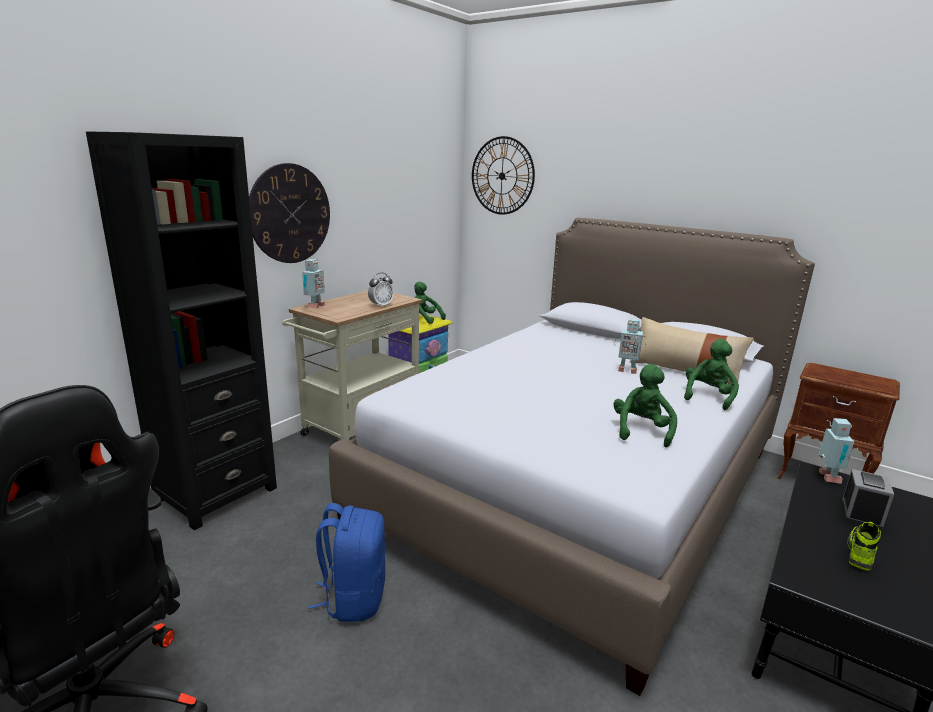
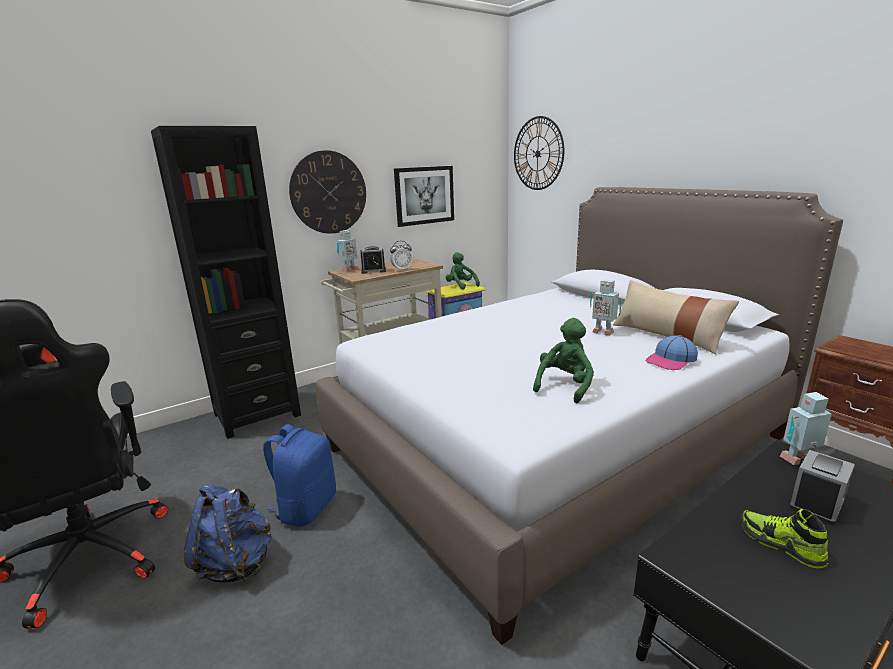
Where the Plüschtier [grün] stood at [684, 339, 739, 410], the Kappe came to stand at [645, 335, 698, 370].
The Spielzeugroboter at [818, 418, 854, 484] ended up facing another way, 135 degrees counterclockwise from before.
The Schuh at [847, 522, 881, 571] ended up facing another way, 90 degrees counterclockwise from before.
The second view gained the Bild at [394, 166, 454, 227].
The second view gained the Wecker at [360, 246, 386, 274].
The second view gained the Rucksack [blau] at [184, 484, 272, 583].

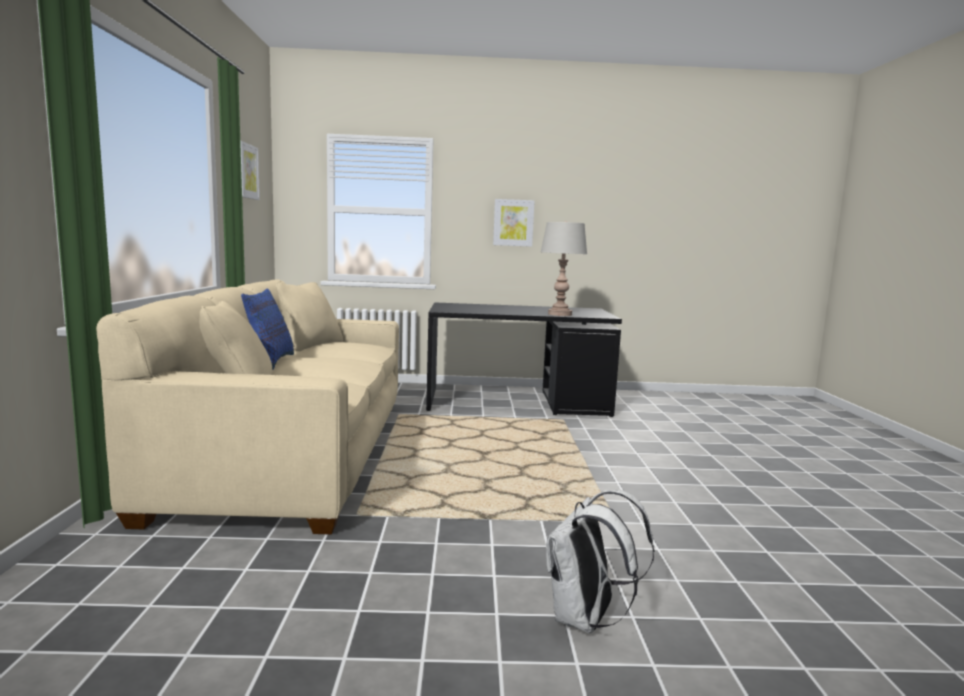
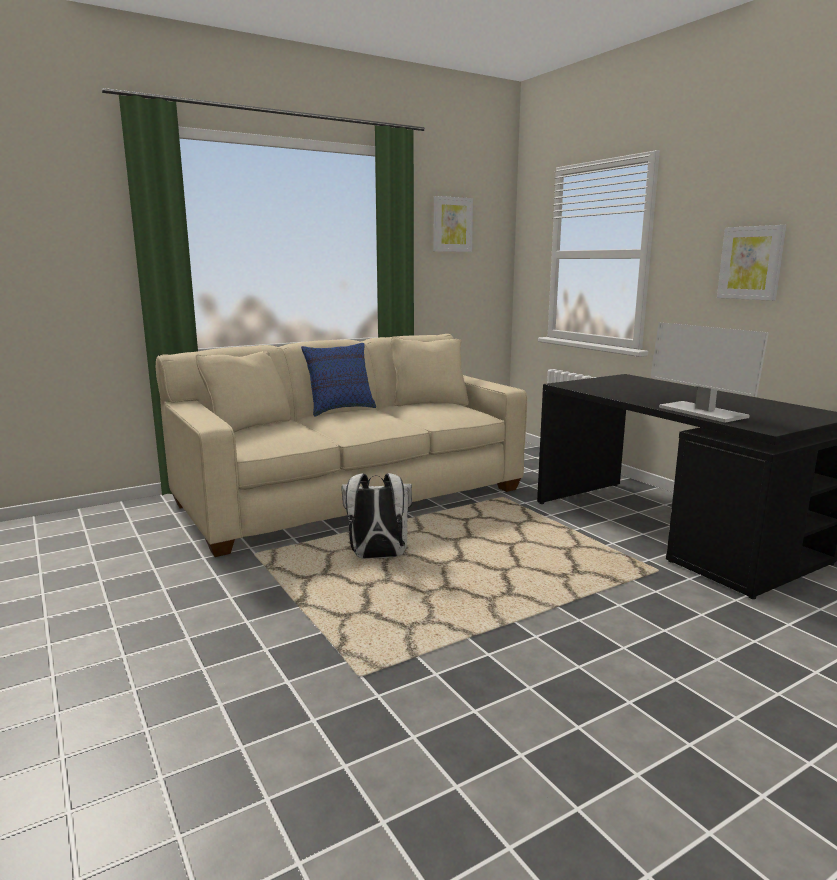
Where the Tischlampe [grau] stood at [541, 221, 587, 316], the Monitor came to stand at [650, 322, 769, 422].
The Rucksack [weiß] ended up elsewhere, having gone from [546, 490, 654, 633] to [341, 473, 412, 559].

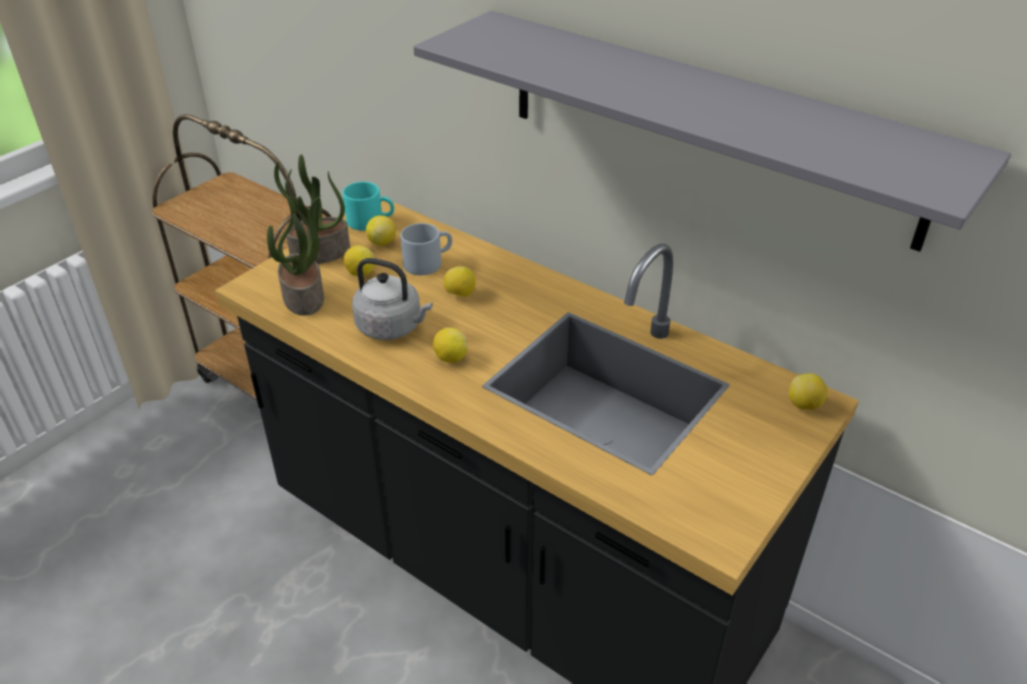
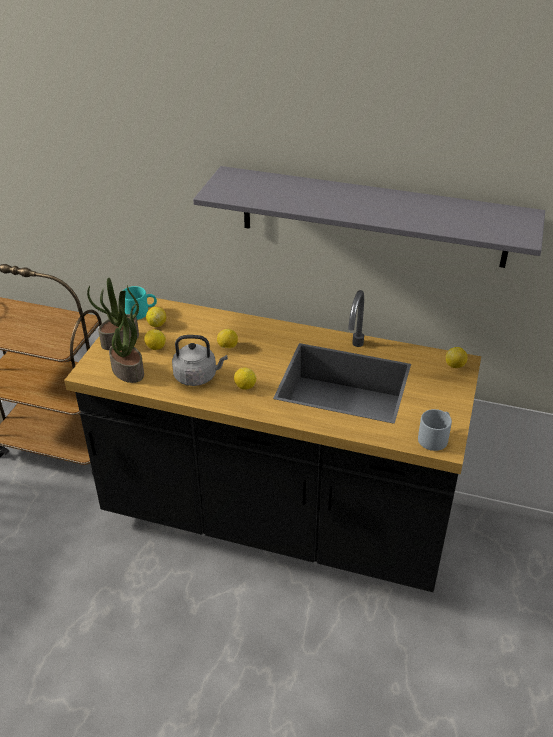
The Henkelbecher [grau] ended up elsewhere, having gone from [400, 223, 452, 276] to [418, 409, 452, 451].

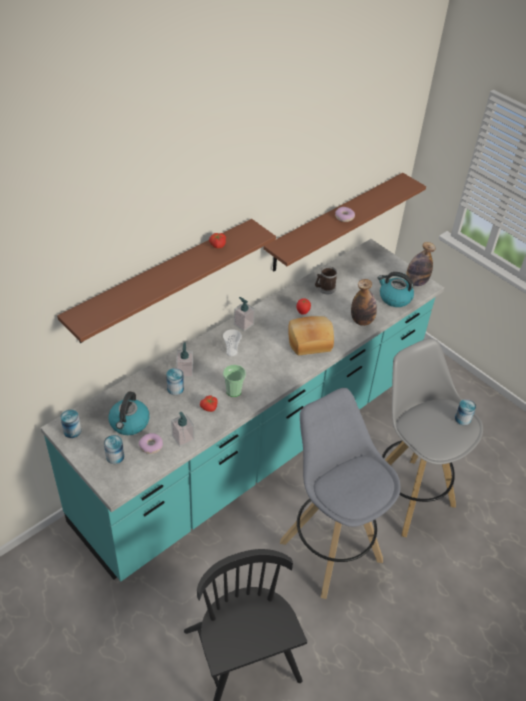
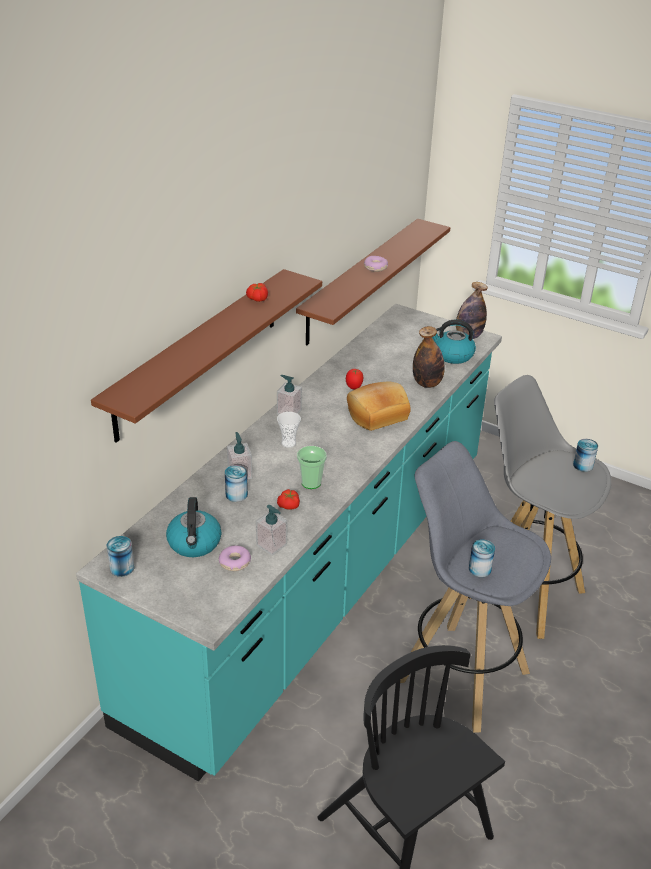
The second view lost the Henkelbecher at [315, 266, 337, 294].
The Dose ended up elsewhere, having gone from [104, 435, 124, 464] to [469, 539, 495, 577].

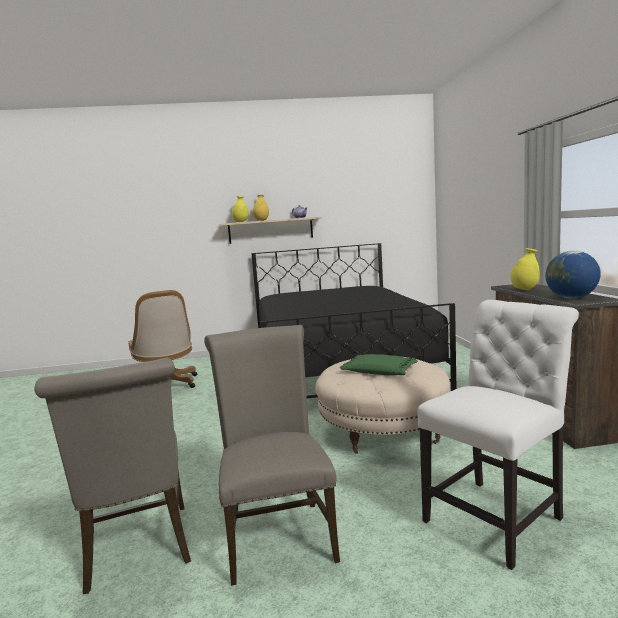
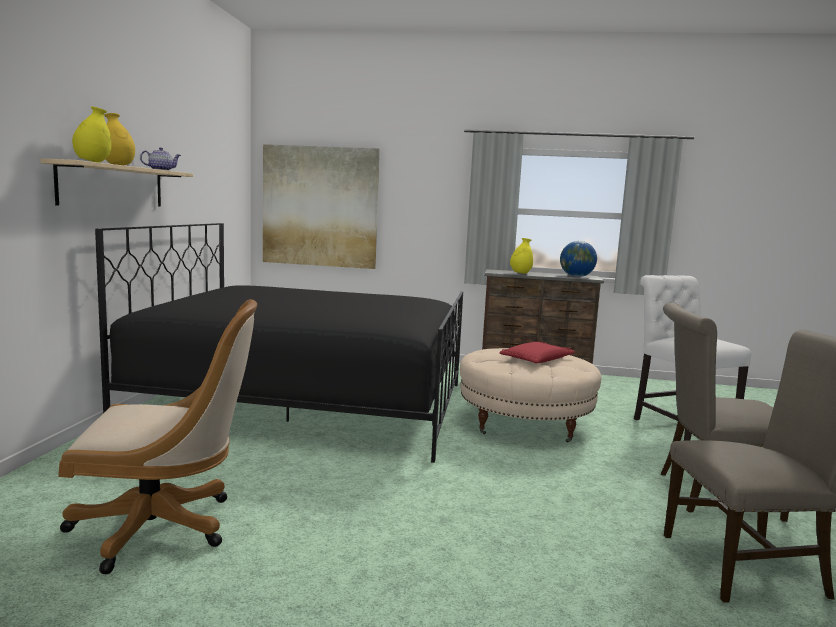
What was the Kissen [grün] at [340, 354, 418, 376] turned into the Kissen [rot] at [499, 340, 575, 363].
The second view gained the Bild at [263, 144, 380, 269].

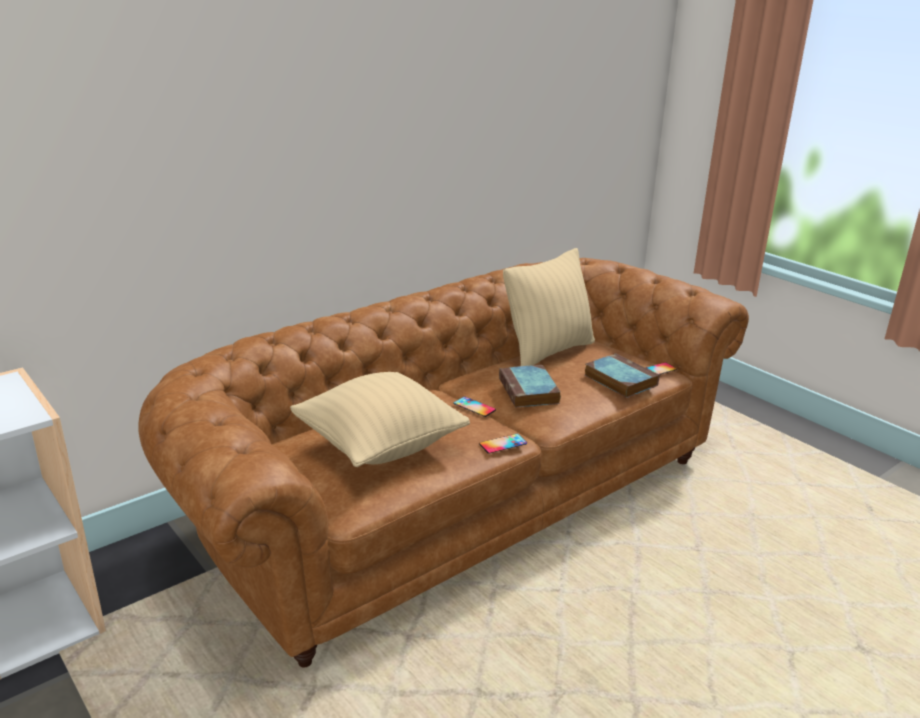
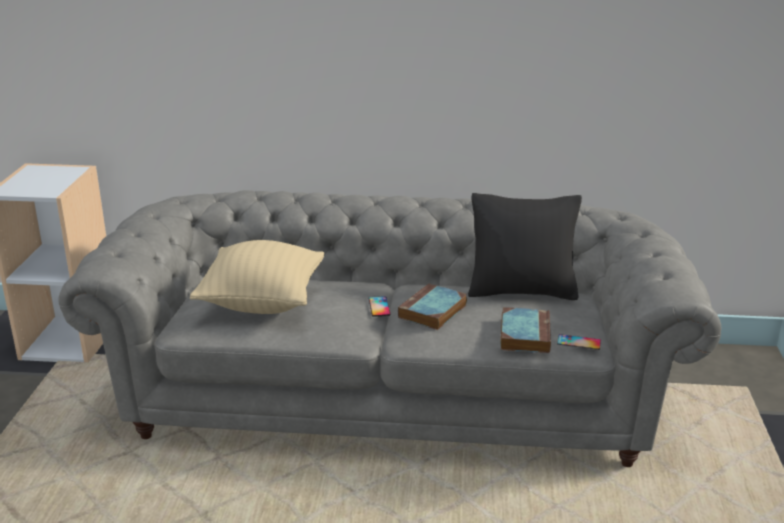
What was the Kissen [beige] at [503, 248, 595, 366] turned into the Kissen [schwarz] at [468, 193, 582, 300].
What was the Sofa [braun] at [138, 258, 749, 668] turned into the Sofa [grau] at [59, 190, 721, 467].
The second view lost the Handy at [479, 434, 527, 454].

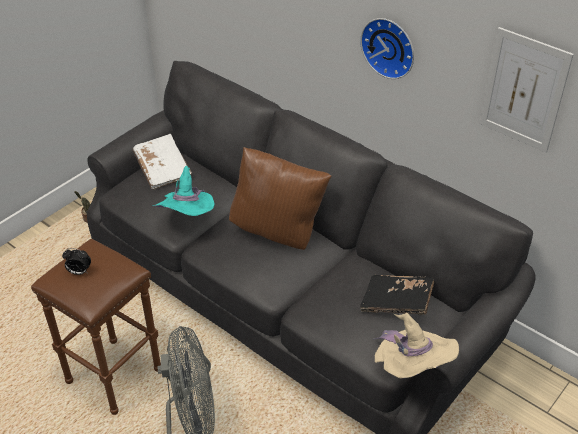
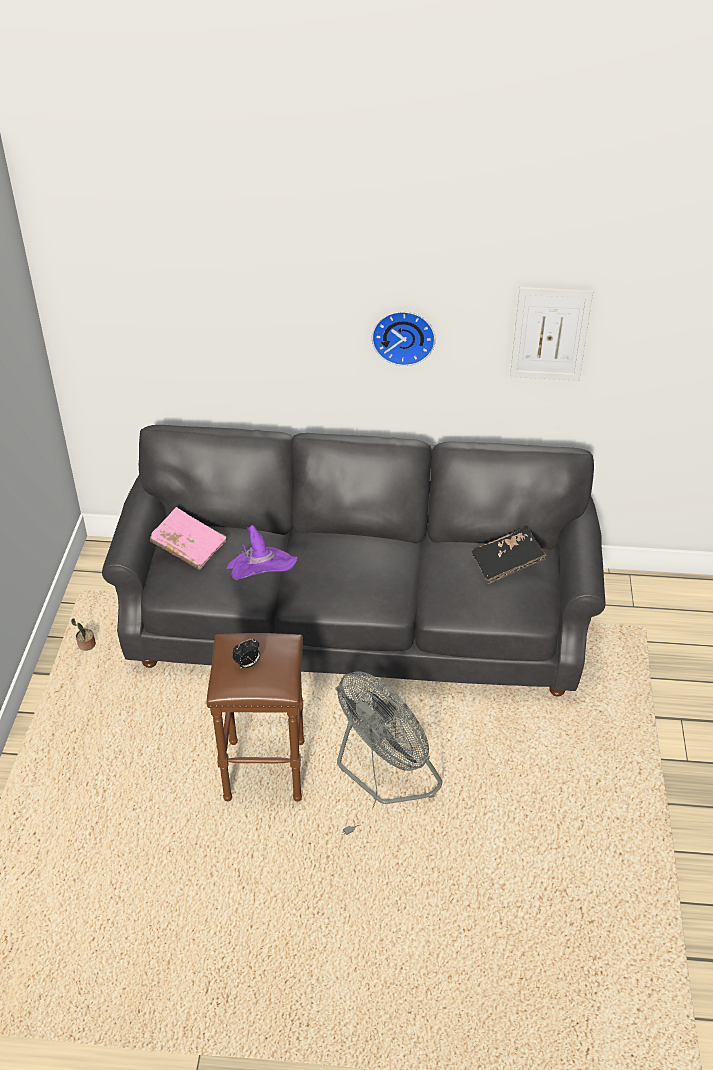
What was the Buch [weiß] at [133, 134, 192, 190] turned into the Buch [rosa] at [150, 507, 226, 570].
The second view lost the Kissen [braun] at [229, 147, 331, 250].
What was the Hut [türkis] at [152, 166, 215, 216] turned into the Hut [lila] at [226, 525, 298, 580].
The second view lost the Hut [beige] at [373, 313, 459, 379].

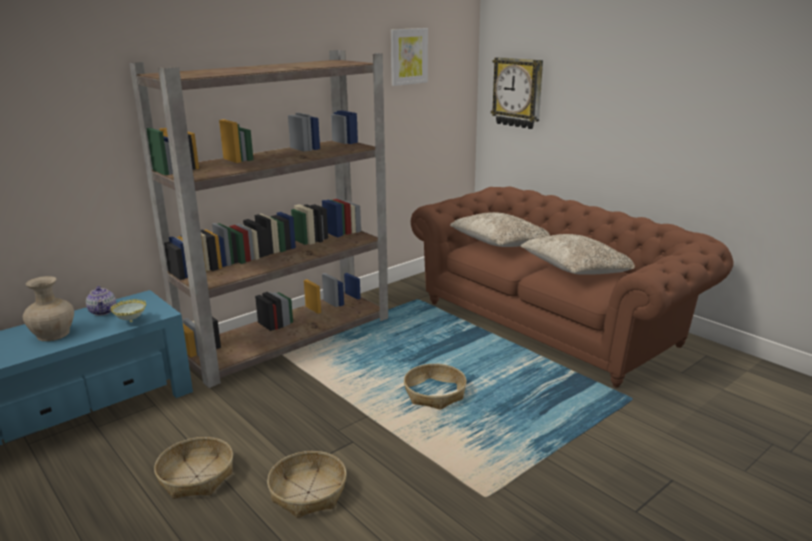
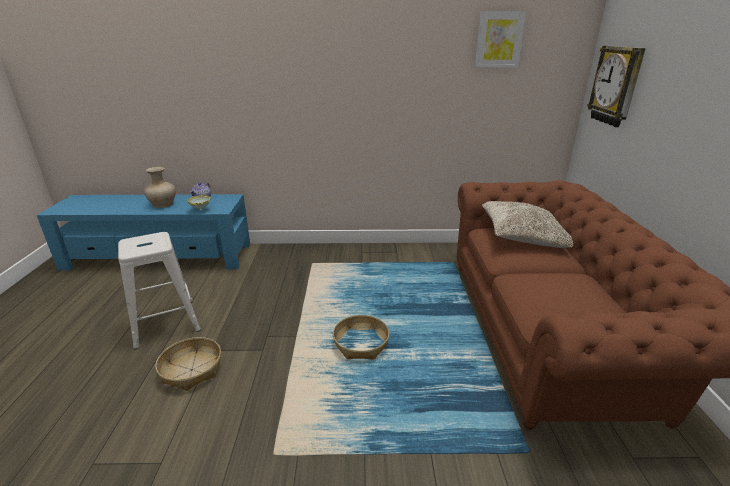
The second view lost the Bücherregal [braun] at [129, 50, 388, 388].
The second view lost the Kissen [beige] at [521, 234, 635, 275].
Where the Korb stood at [154, 437, 233, 499], the Hocker [weiß] came to stand at [118, 232, 201, 349].

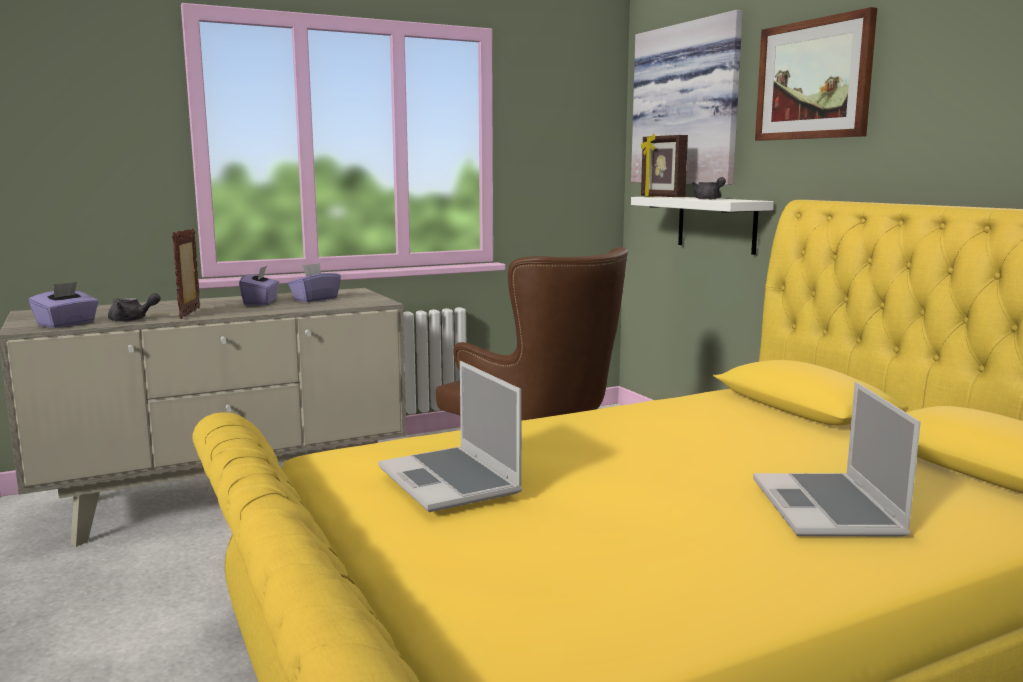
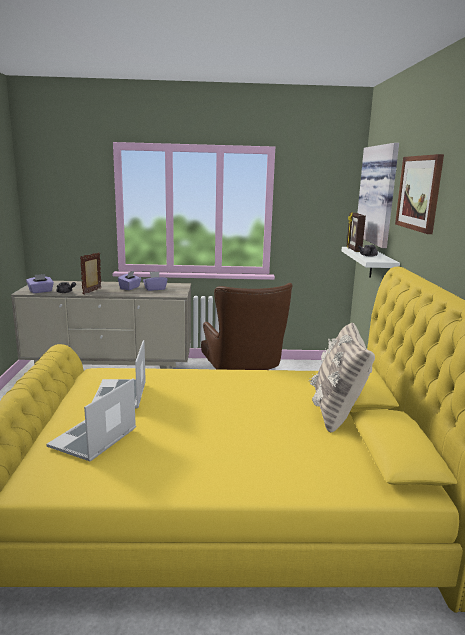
The Laptop ended up elsewhere, having gone from [753, 382, 921, 536] to [46, 378, 136, 462].
The second view gained the Kissen [beige] at [309, 323, 375, 432].

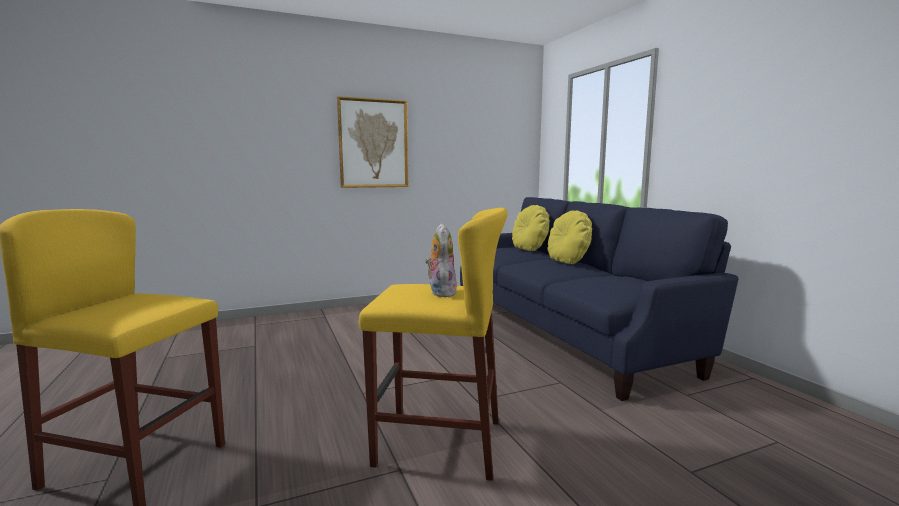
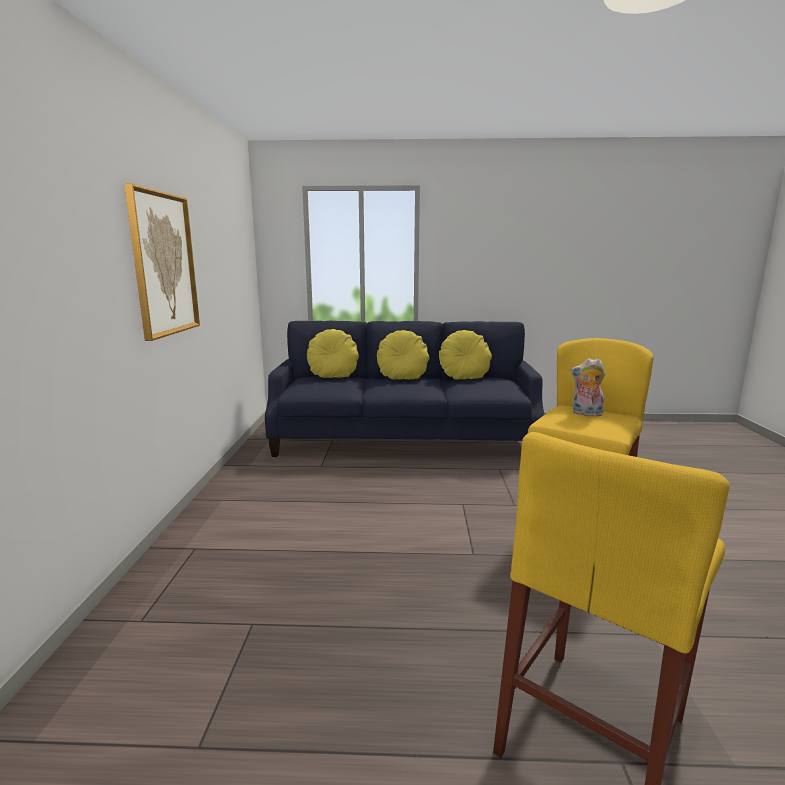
The second view gained the Kissen [gelb] at [439, 330, 492, 380].

